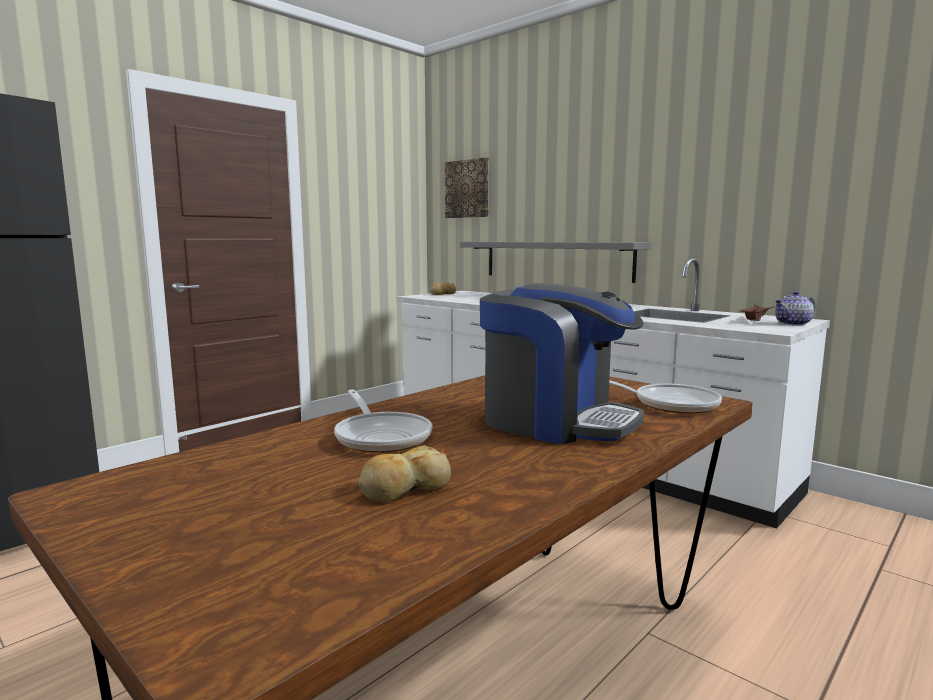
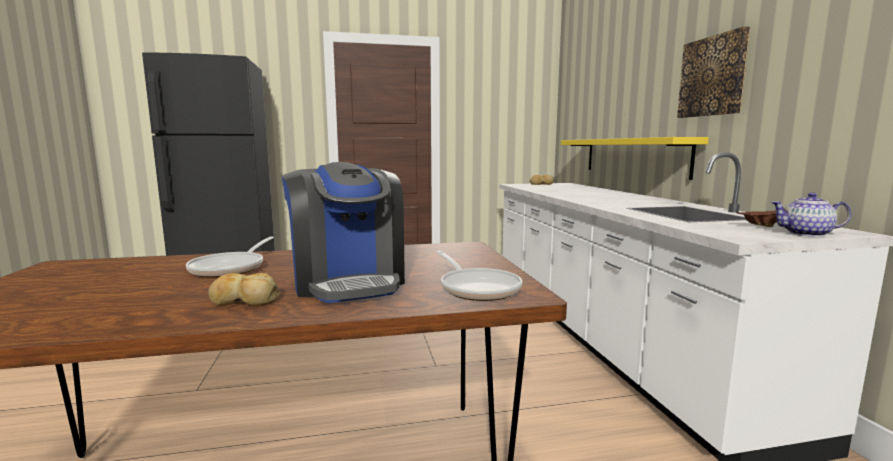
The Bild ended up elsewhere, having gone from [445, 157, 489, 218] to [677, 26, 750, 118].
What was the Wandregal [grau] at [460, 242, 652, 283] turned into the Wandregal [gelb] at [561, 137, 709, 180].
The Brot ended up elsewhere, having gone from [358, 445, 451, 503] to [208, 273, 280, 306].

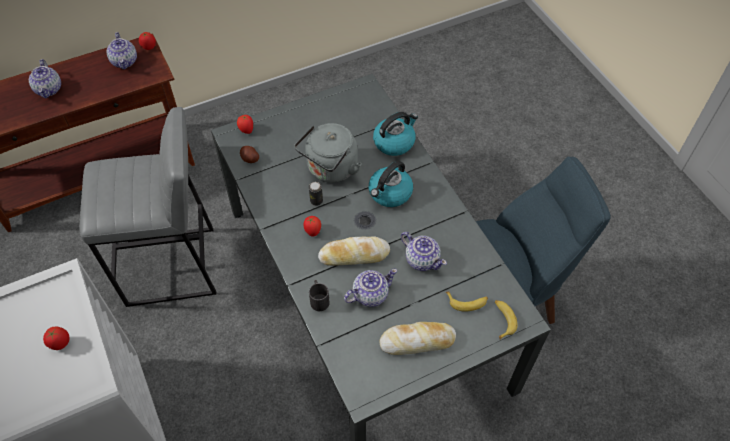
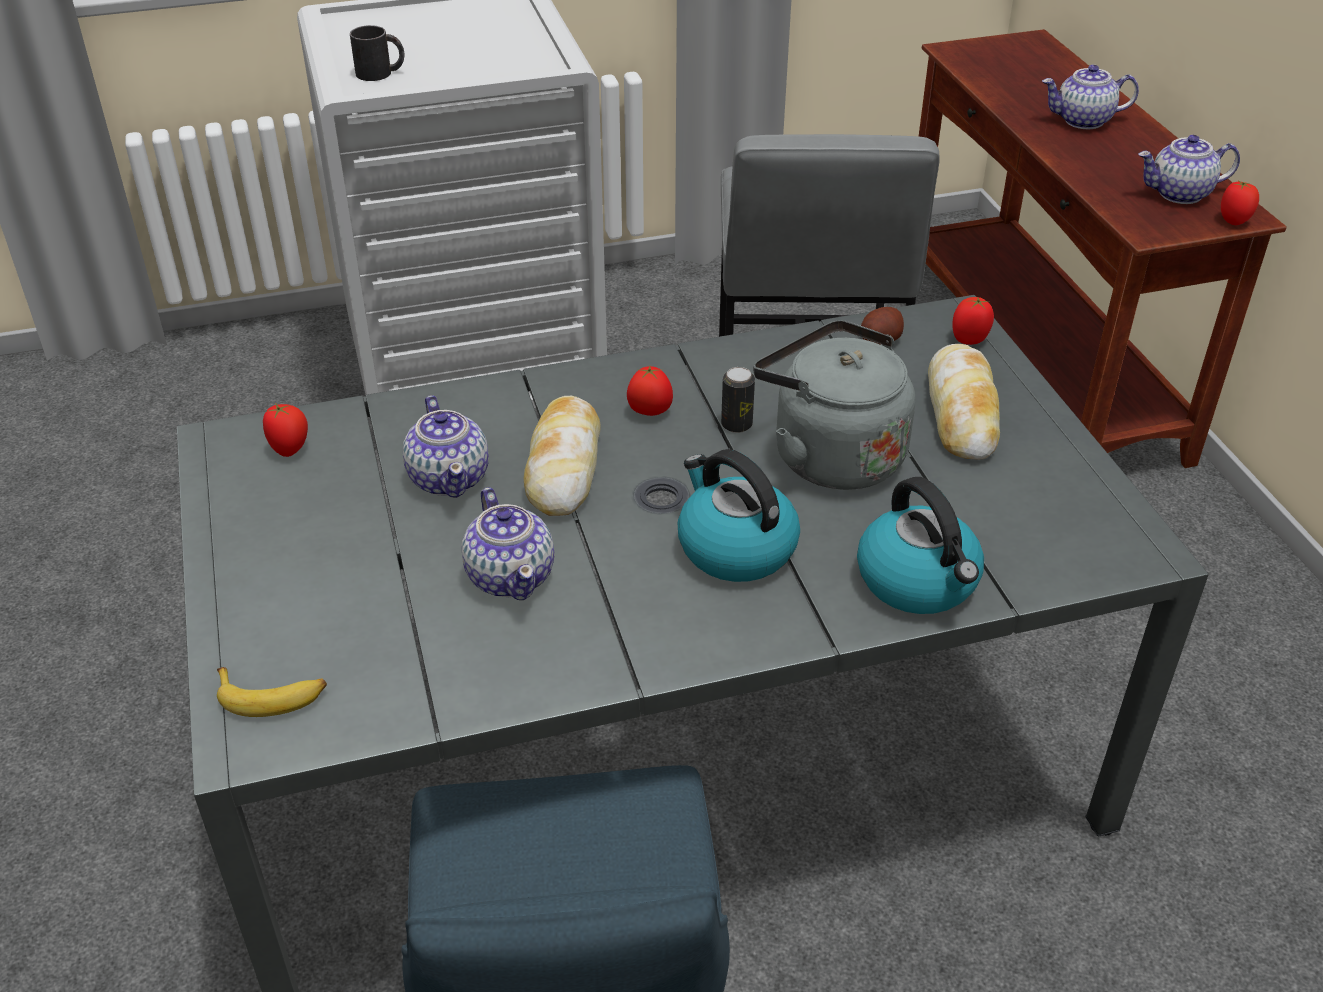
The Teekanne at [401, 232, 447, 271] ended up facing another way, 75 degrees counterclockwise from before.
The Henkelbecher [schwarz] ended up elsewhere, having gone from [309, 280, 330, 311] to [350, 25, 404, 81].
The second view lost the Banane at [446, 291, 488, 312].
The Brot ended up elsewhere, having gone from [379, 322, 456, 355] to [928, 344, 1000, 460].
The Tomate ended up elsewhere, having gone from [43, 327, 70, 350] to [263, 403, 308, 457].

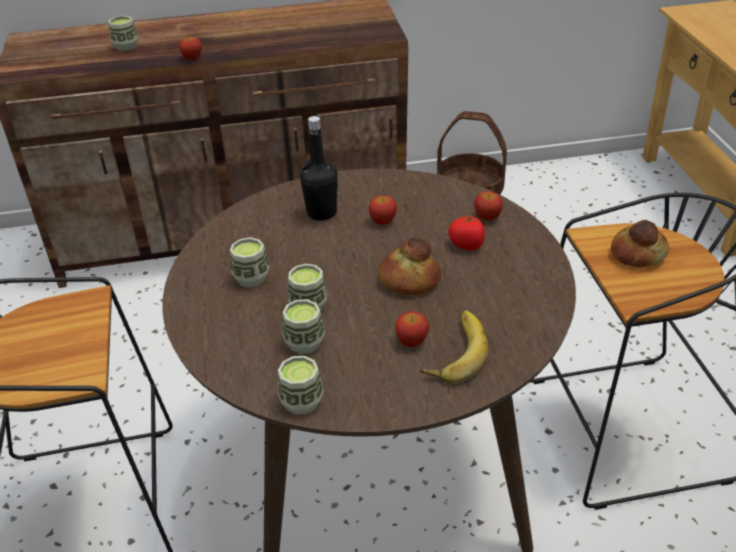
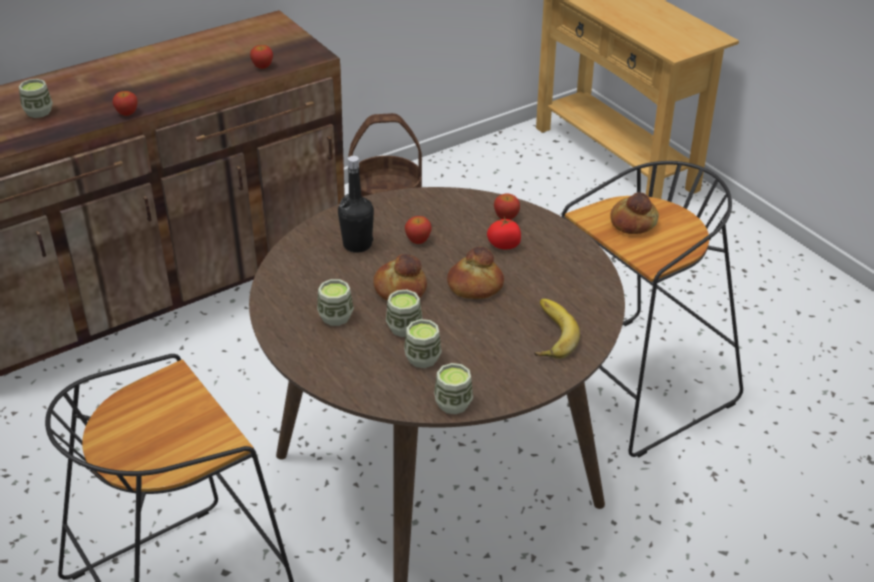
The Apfel ended up elsewhere, having gone from [395, 312, 429, 347] to [250, 45, 273, 69].
The second view gained the Brot at [373, 254, 427, 301].

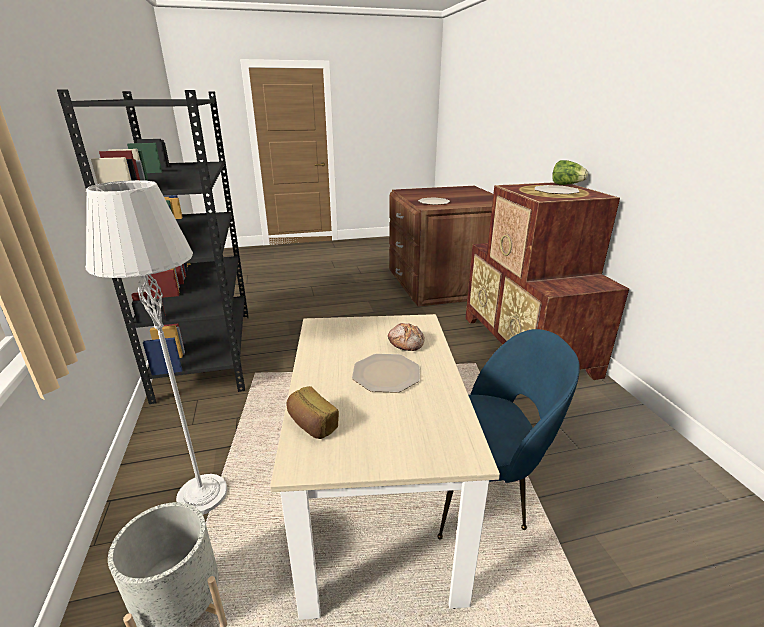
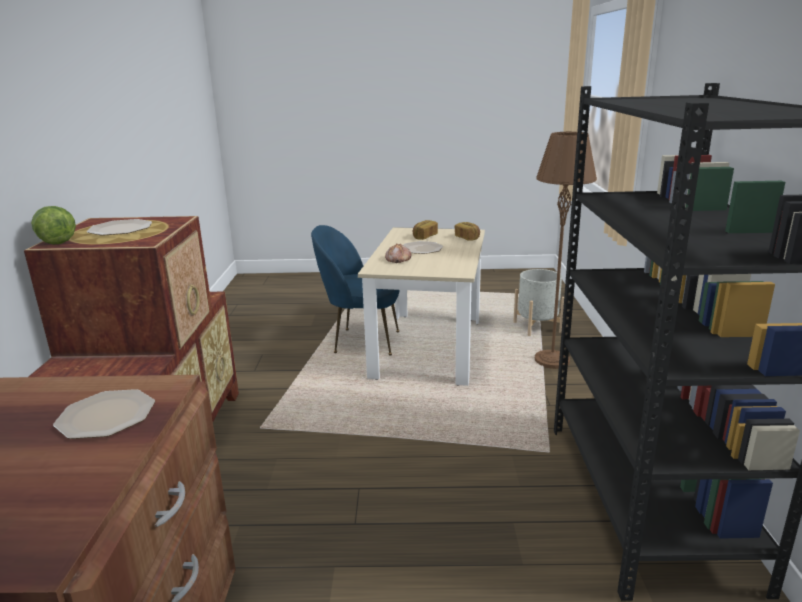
What was the Stehlampe [grau] at [85, 180, 227, 515] turned into the Stehlampe [braun] at [535, 132, 597, 369].
The second view gained the Brot at [413, 220, 438, 240].

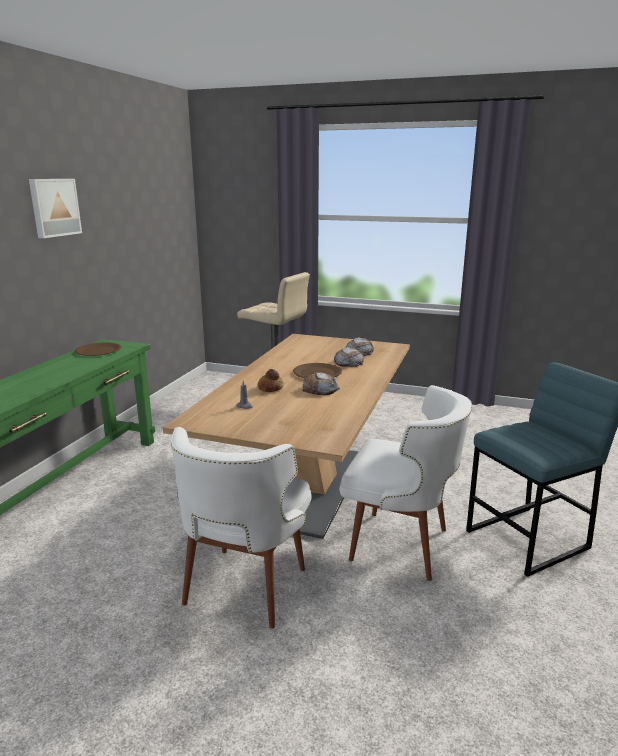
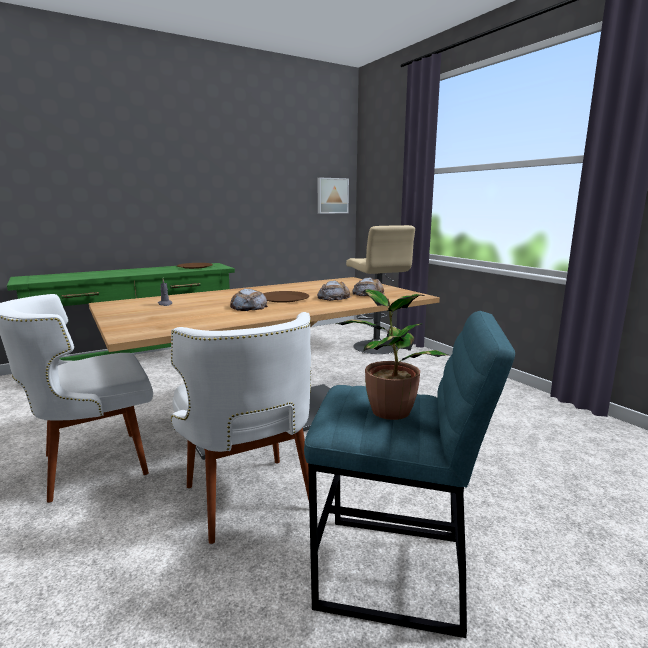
The Bild ended up elsewhere, having gone from [29, 179, 82, 238] to [318, 178, 349, 214].
The second view lost the Brot at [258, 369, 284, 392].
The second view gained the Topfpflanze at [336, 289, 449, 420].

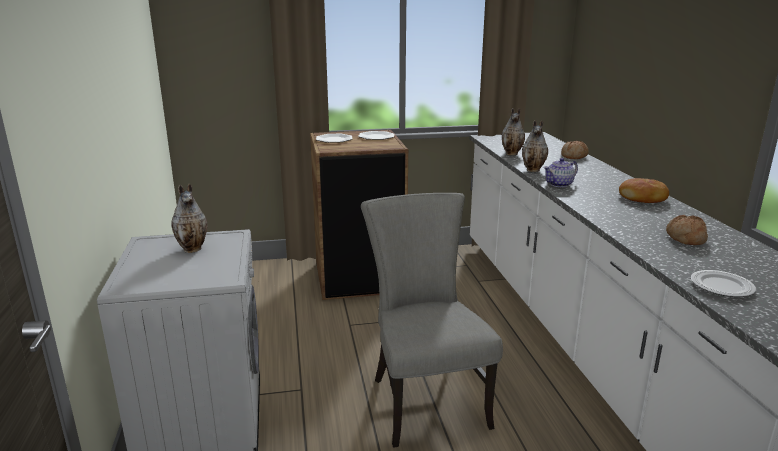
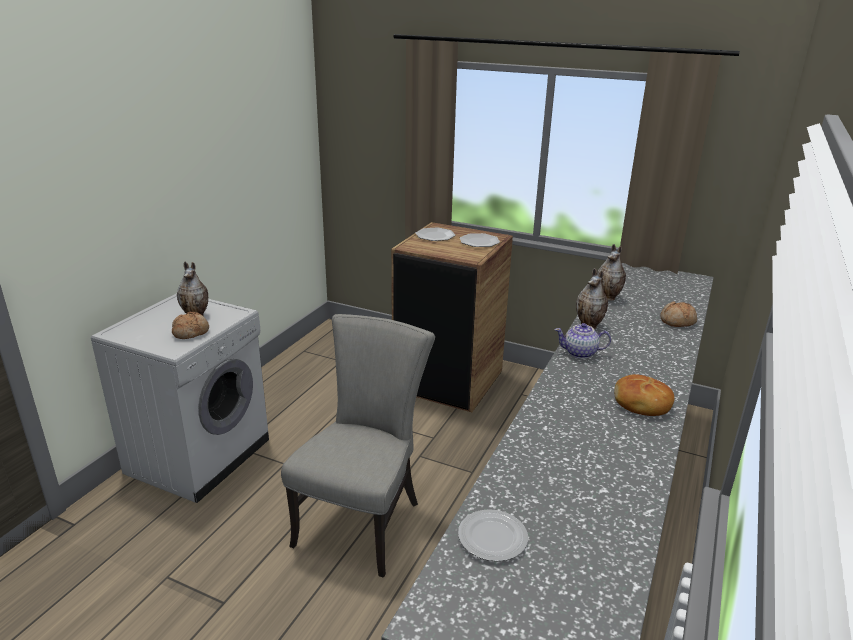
The Brot ended up elsewhere, having gone from [666, 215, 708, 245] to [172, 312, 209, 339].

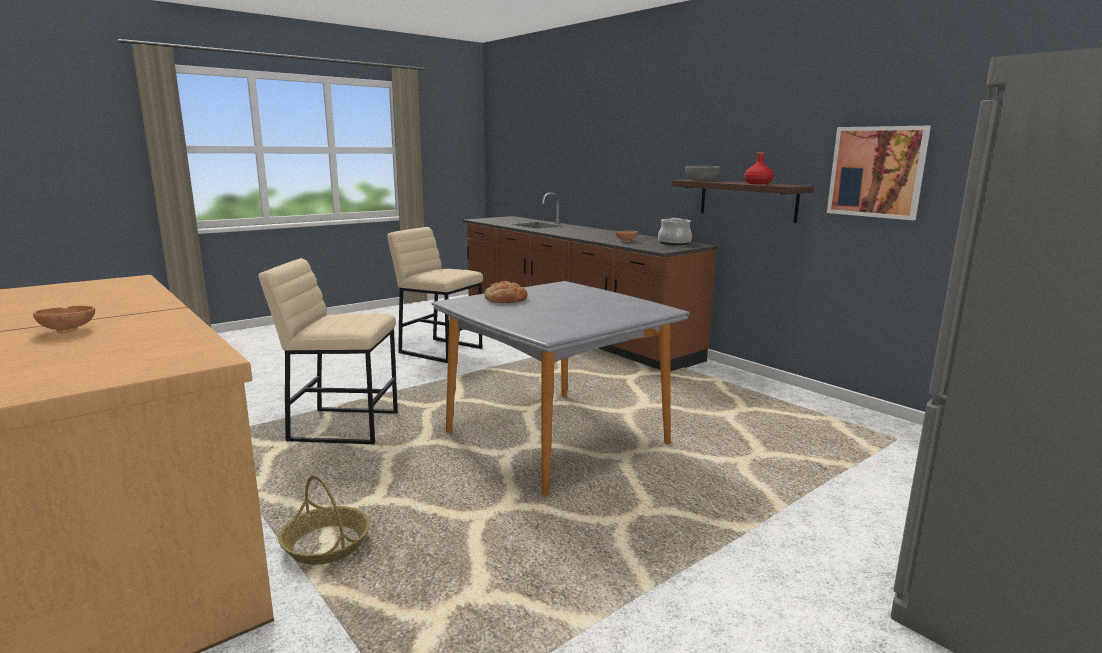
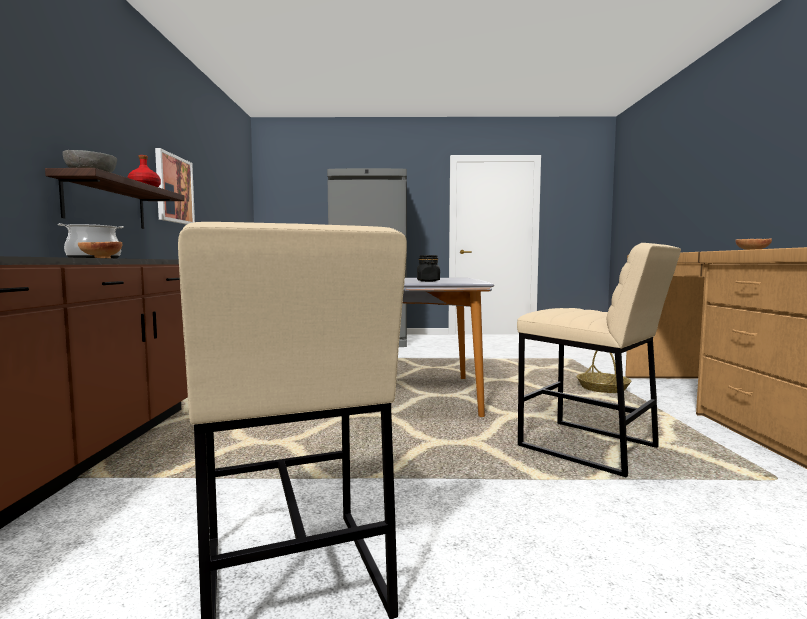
Where the Brot stood at [484, 281, 527, 303], the Vorratsglas [schwarz] came to stand at [417, 255, 440, 282].

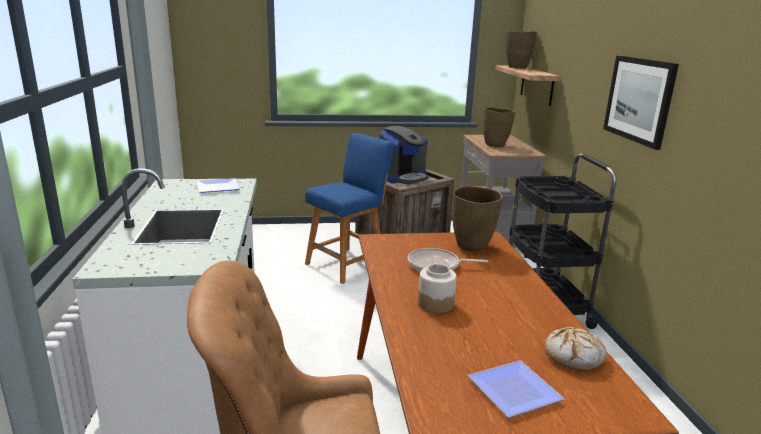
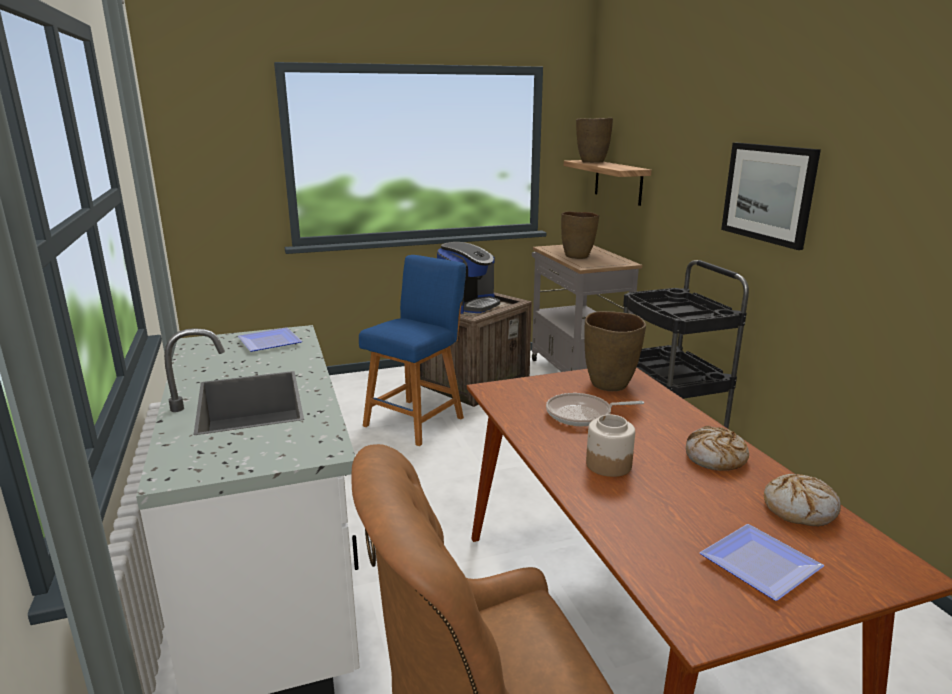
The second view gained the Brot at [686, 426, 749, 471].

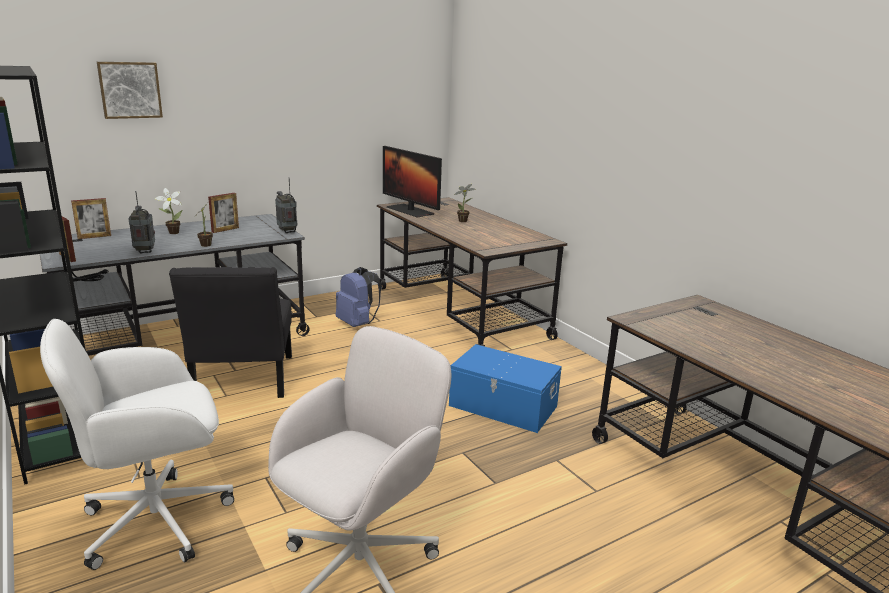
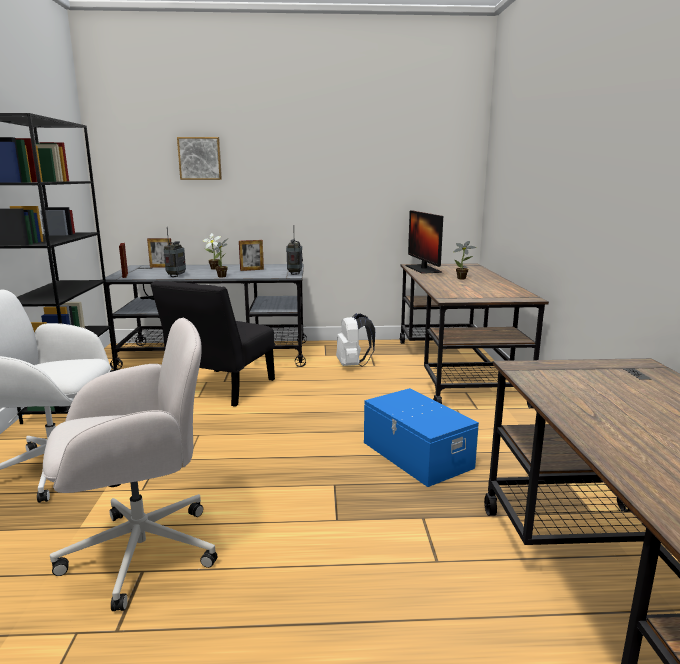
What was the Rucksack [blau] at [336, 267, 381, 327] turned into the Rucksack [weiß] at [336, 313, 375, 367].

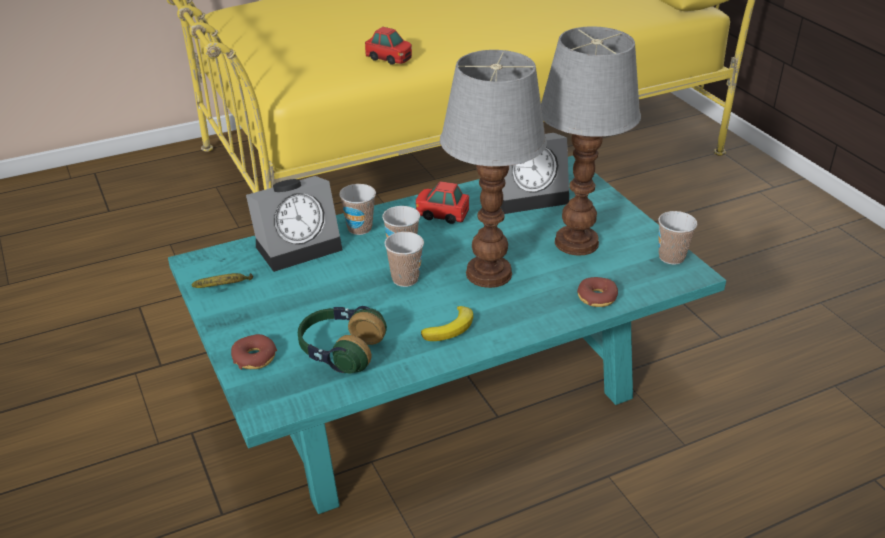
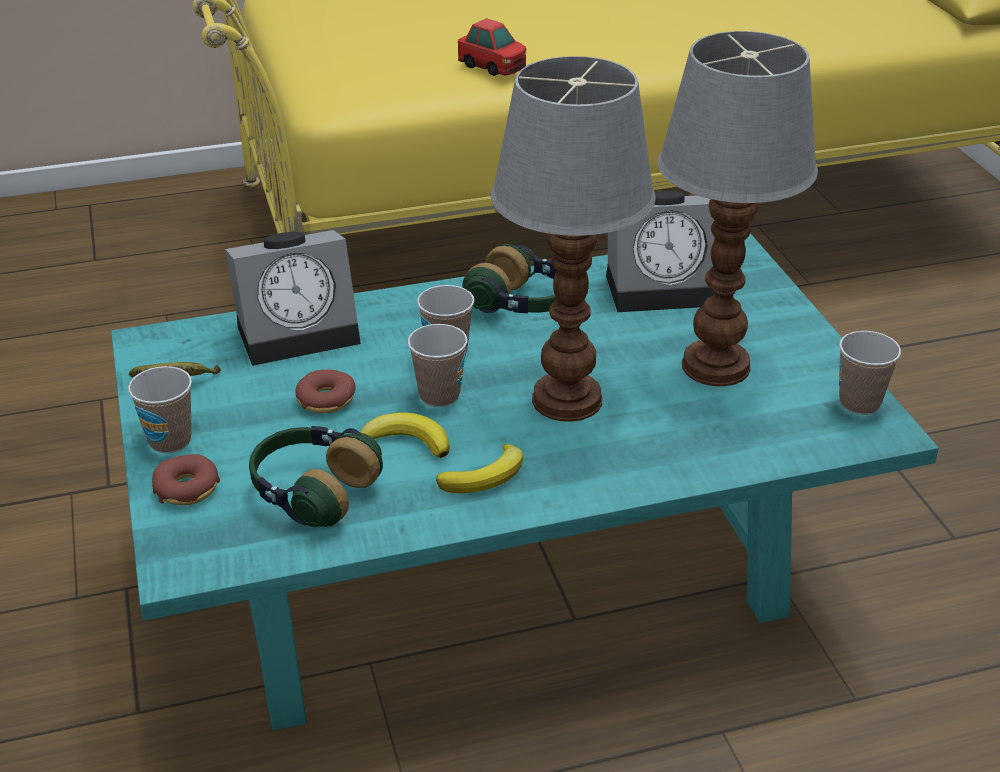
Where the Spielzeugauto stood at [416, 181, 469, 224], the Kopfhörer came to stand at [462, 244, 556, 313].
The Tasse ended up elsewhere, having gone from [339, 184, 376, 235] to [128, 366, 192, 453].
The Donut ended up elsewhere, having gone from [577, 277, 618, 307] to [295, 369, 355, 413].
The second view gained the Banane at [361, 412, 450, 458].

